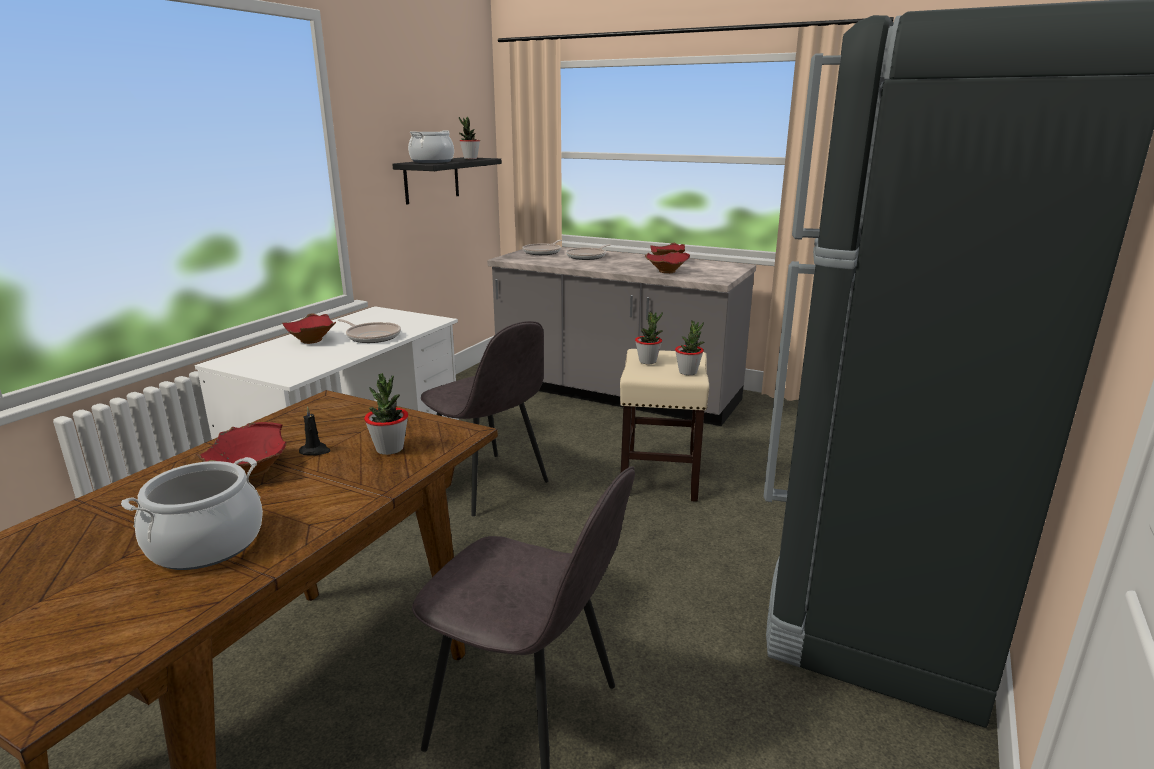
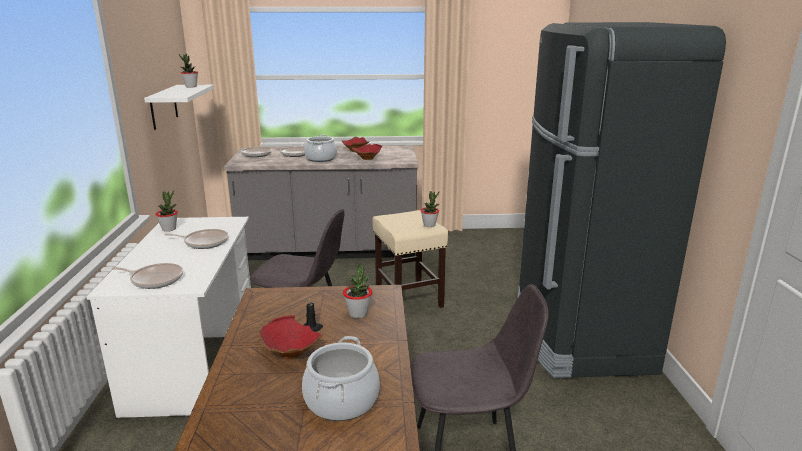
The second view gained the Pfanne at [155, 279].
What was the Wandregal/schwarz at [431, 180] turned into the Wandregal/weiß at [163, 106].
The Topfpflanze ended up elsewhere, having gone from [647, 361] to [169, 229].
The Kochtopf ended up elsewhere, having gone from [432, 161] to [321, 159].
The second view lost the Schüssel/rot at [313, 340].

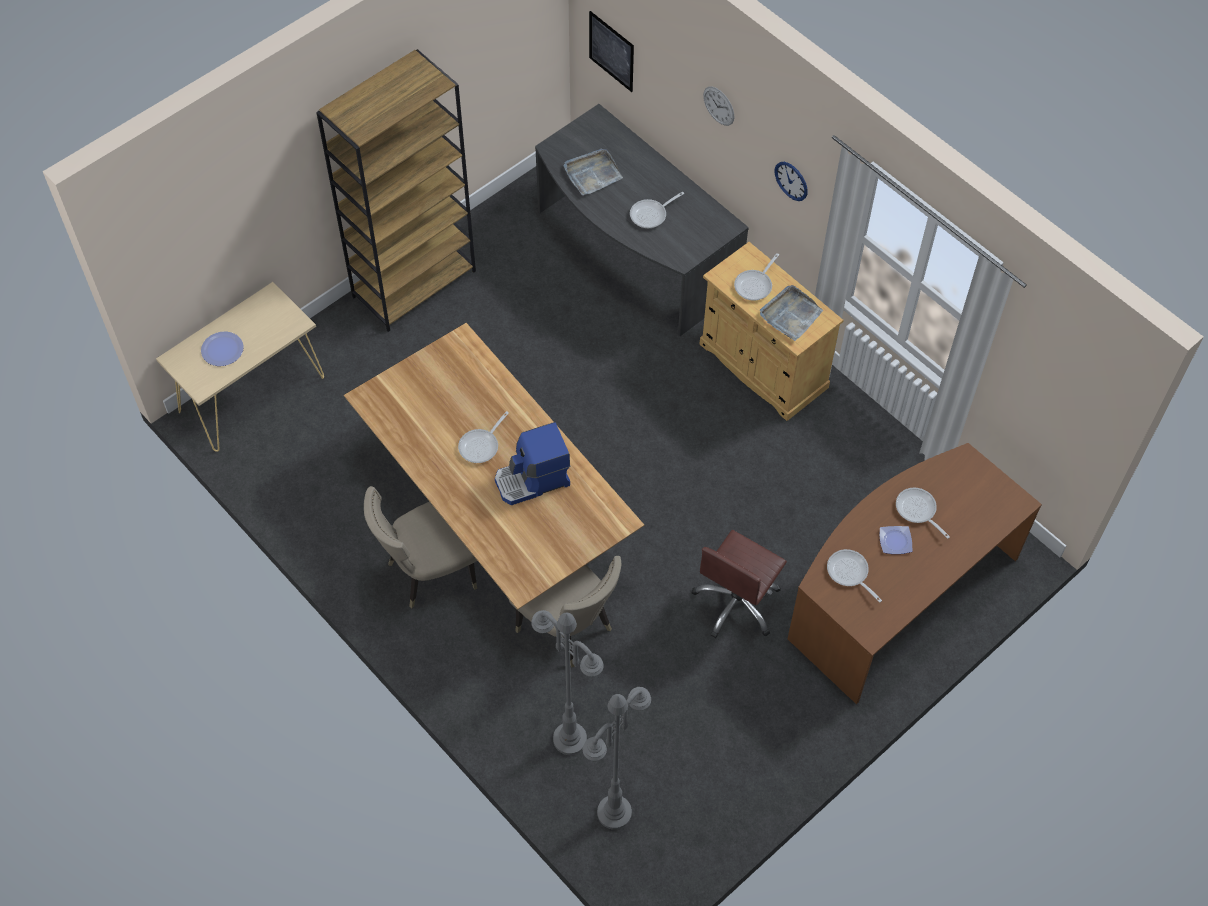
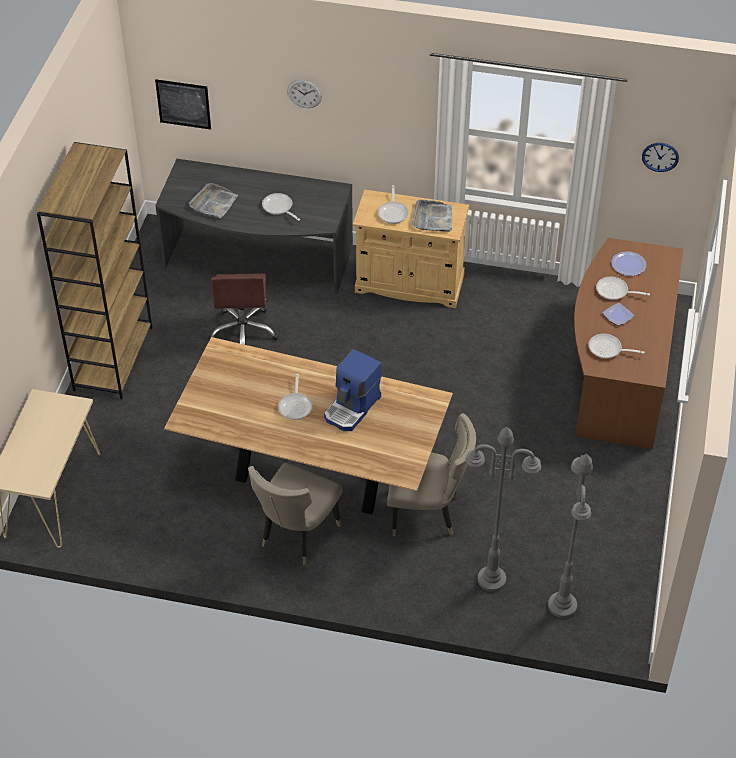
The Bürostuhl/braun ended up elsewhere, having gone from [737, 603] to [243, 332].
The Pfanne at [651, 215] ended up facing another way, 120 degrees clockwise from before.
The Teller ended up elsewhere, having gone from [222, 349] to [628, 264].
The Wanduhr ended up elsewhere, having gone from [791, 181] to [660, 156].

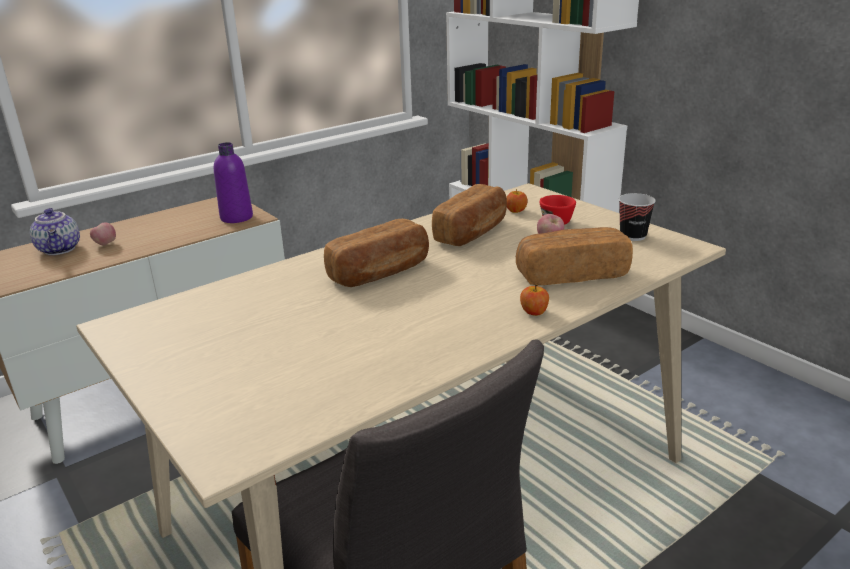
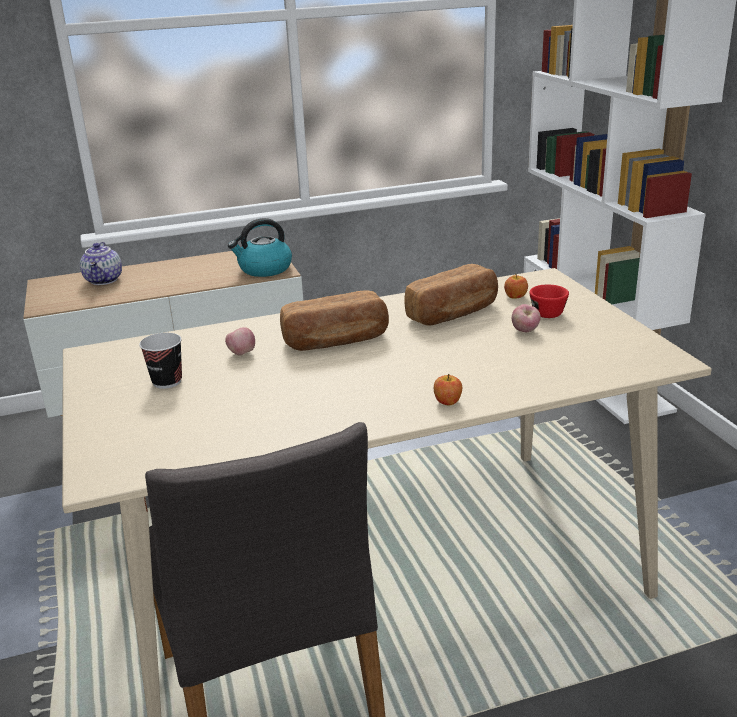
The Tasse ended up elsewhere, having gone from [633, 236] to [167, 382].
The Apfel ended up elsewhere, having gone from [105, 244] to [241, 353].
Where the Flasche/lila stood at [236, 217], the Wasserkessel came to stand at [264, 269].
The second view lost the Brot at [571, 274].

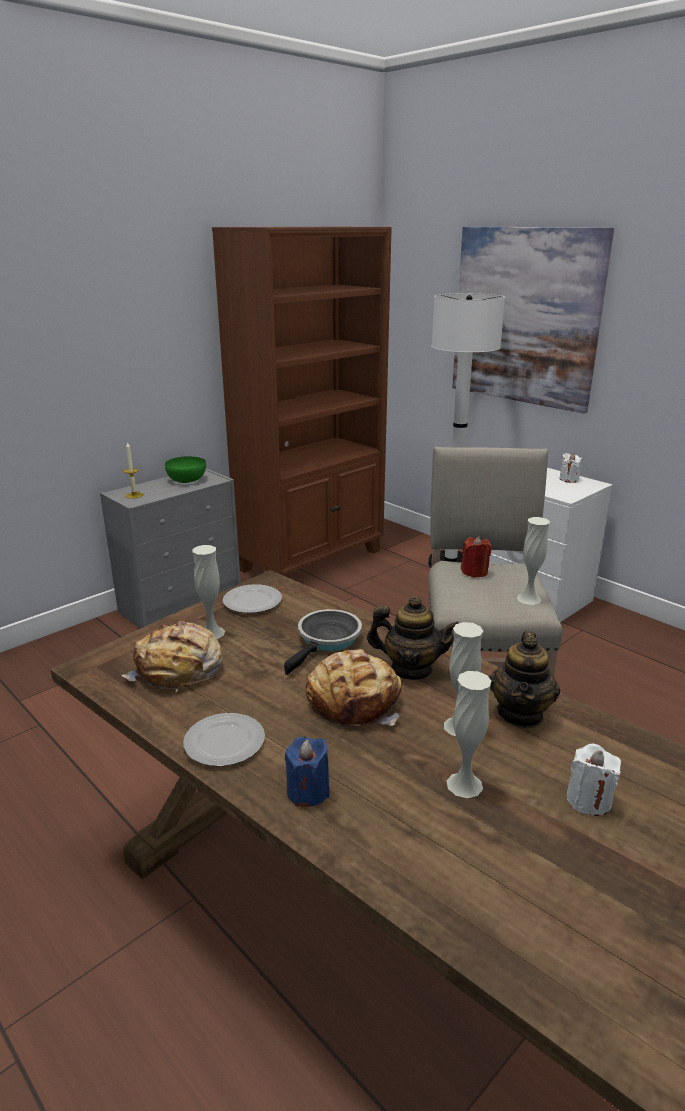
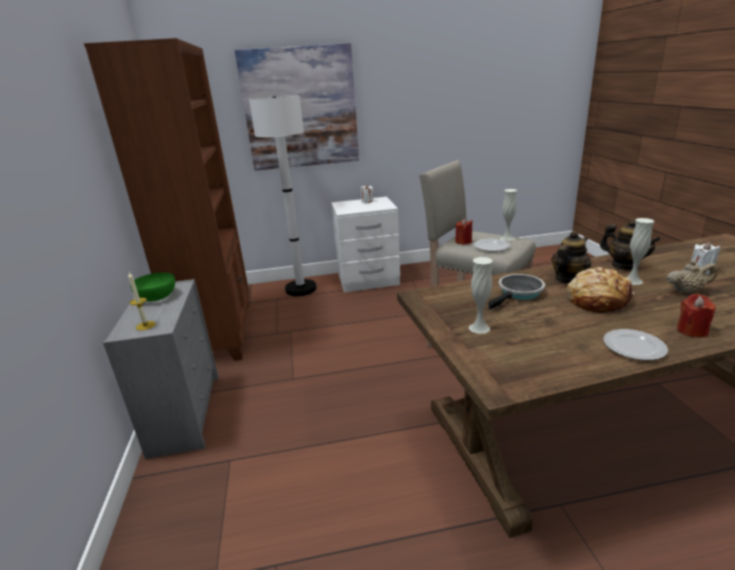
The Teller ended up elsewhere, having gone from [252, 602] to [491, 247].
The Pfanne at [327, 640] ended up facing another way, 75 degrees clockwise from before.
Where the Vase/weiß stood at [464, 784], the Teekanne/beige came to stand at [687, 291].
What was the Kerze/blau at [308, 792] turned into the Kerze/rot at [691, 331].
The second view lost the Brot at [179, 670].

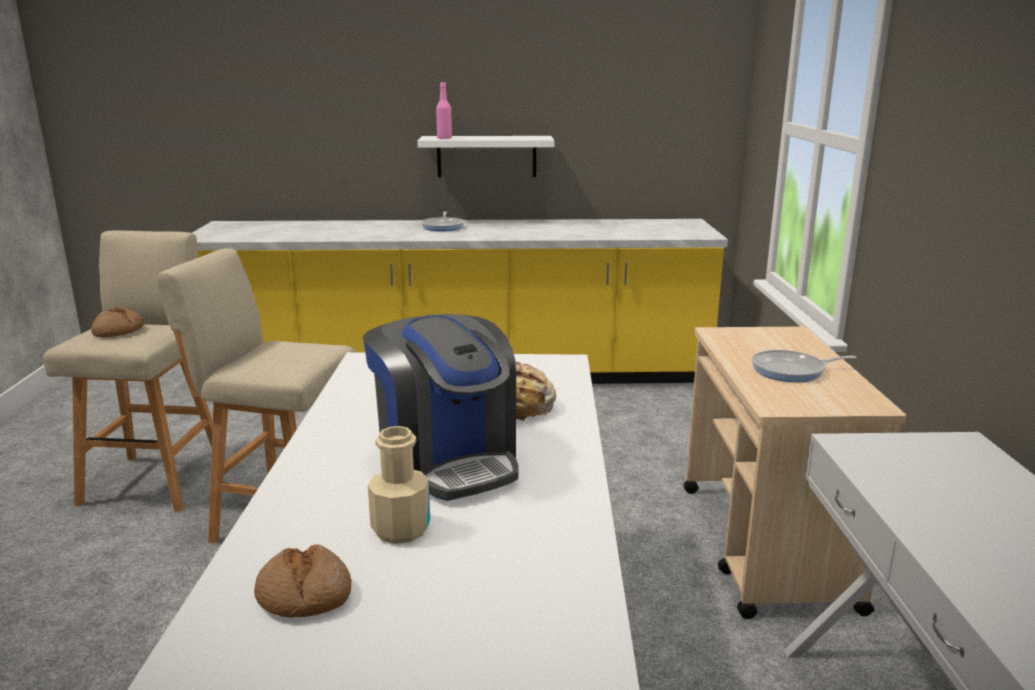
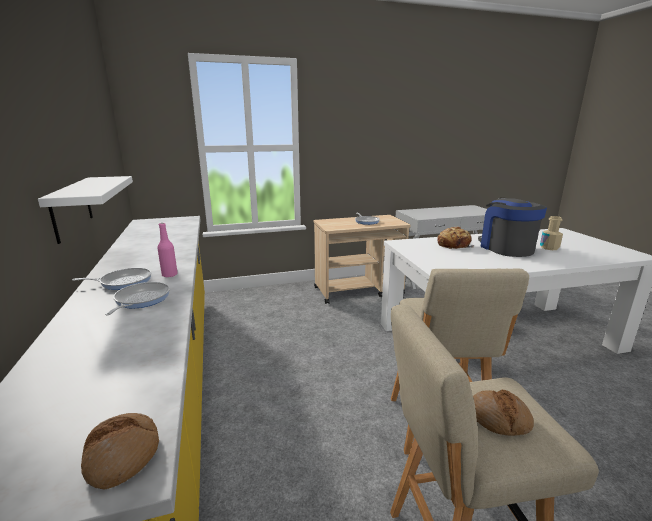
The Brot ended up elsewhere, having gone from [304, 596] to [123, 456].
The second view gained the Pfanne at [140, 300].
The Flasche/rosa ended up elsewhere, having gone from [444, 138] to [169, 275].
The Kaffeemaschine at [447, 461] ended up facing another way, 60 degrees counterclockwise from before.

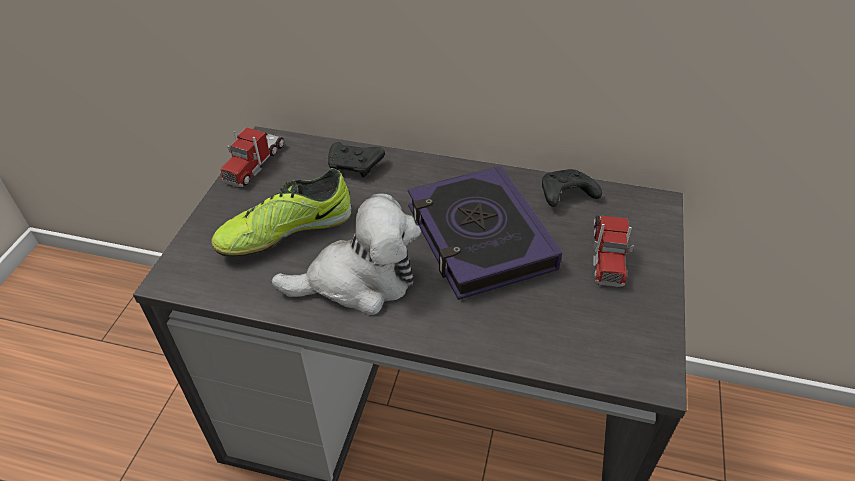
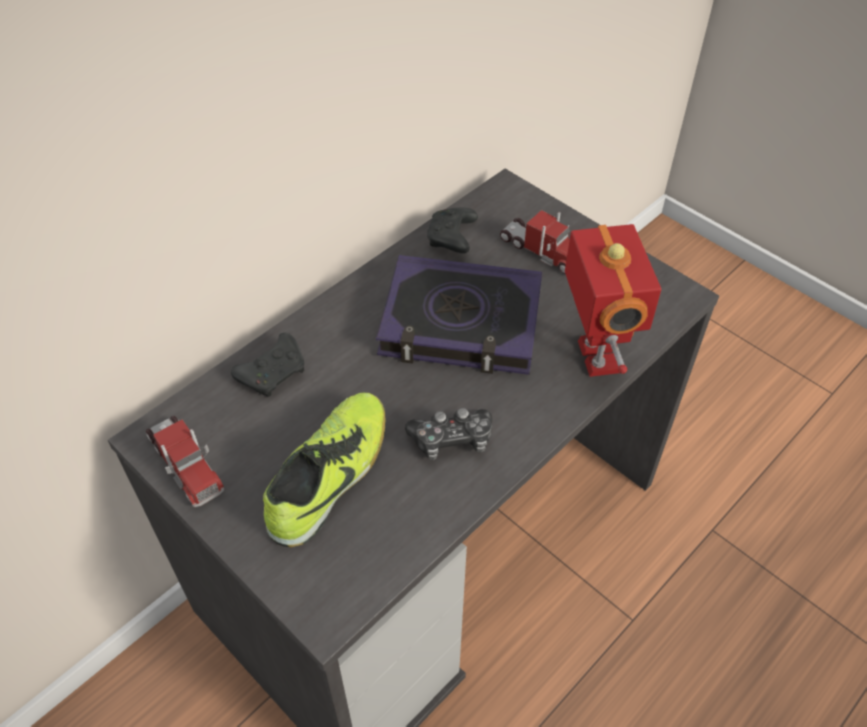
The Schuh at [285, 231] ended up facing another way, 150 degrees counterclockwise from before.
Where the Plüschtier stood at [358, 281], the Gamepad came to stand at [452, 440].
The second view gained the Spielzeugroboter at [594, 357].

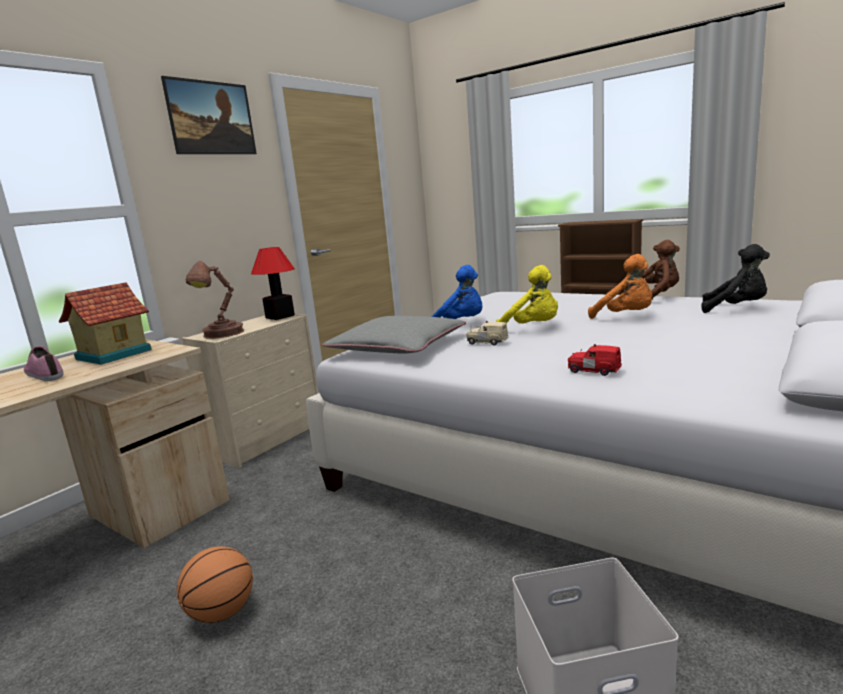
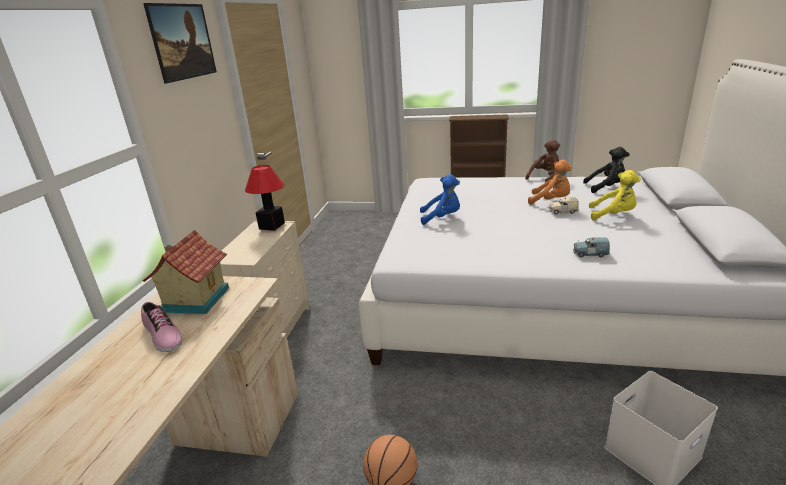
The Schuh at [46, 374] ended up facing another way, 150 degrees counterclockwise from before.
The Spielzeugauto/beige ended up elsewhere, having gone from [487, 342] to [562, 212].
What was the Spielzeugauto/rot at [593, 371] turned into the Spielzeugauto/blau at [589, 254].
The Plüschtier/gelb ended up elsewhere, having gone from [533, 328] to [613, 215].
The second view lost the Tischlampe/braun at [221, 334].
The second view lost the Kissen/grau at [397, 346].

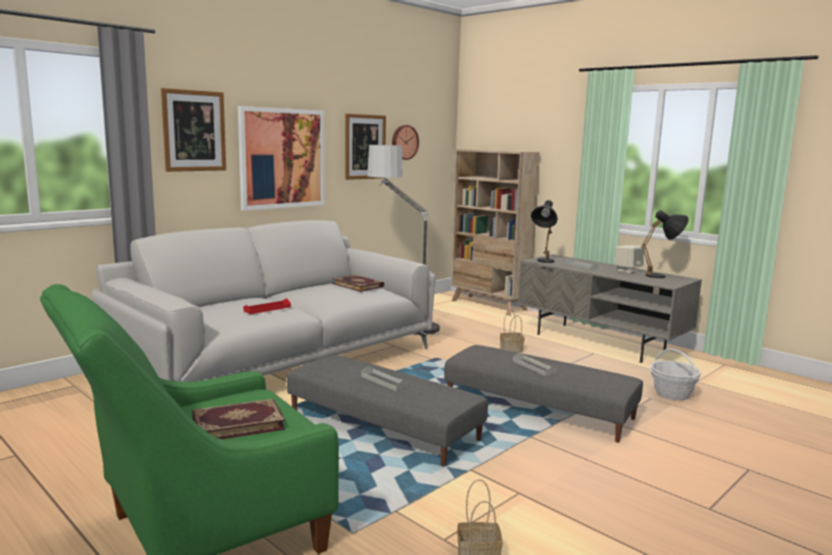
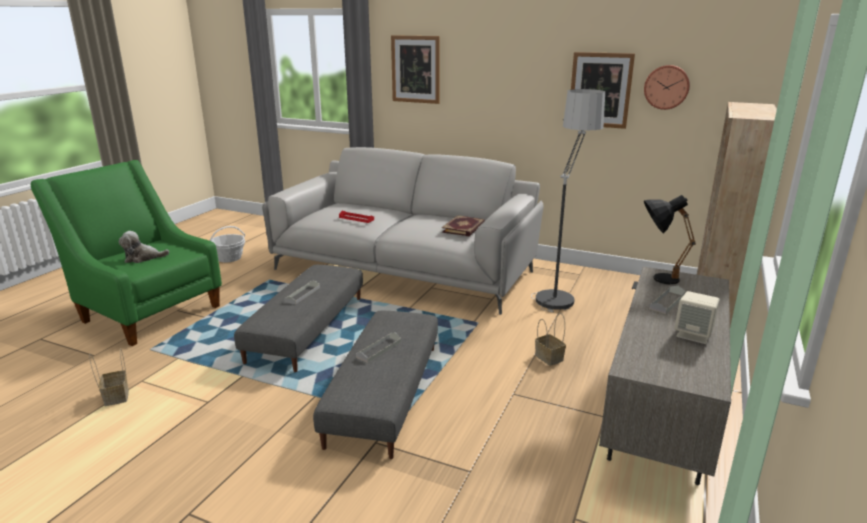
Where the Buch stood at [238, 423], the Plüschtier came to stand at [143, 258].
The Korb ended up elsewhere, having gone from [672, 394] to [229, 258].
The second view lost the Bild at [282, 158].
The second view lost the Tischlampe/schwarz at [662, 276].

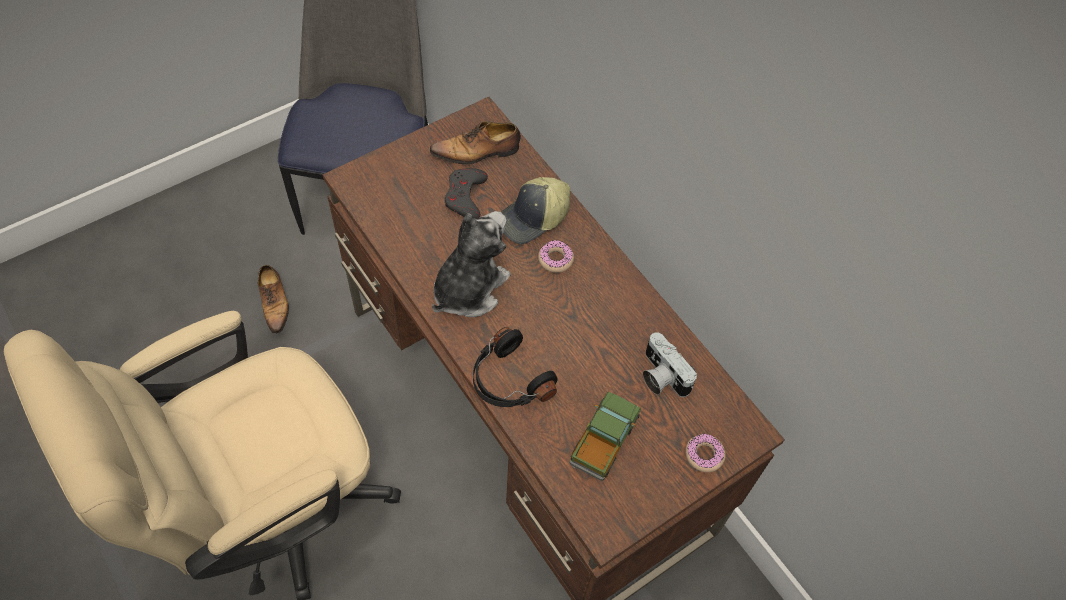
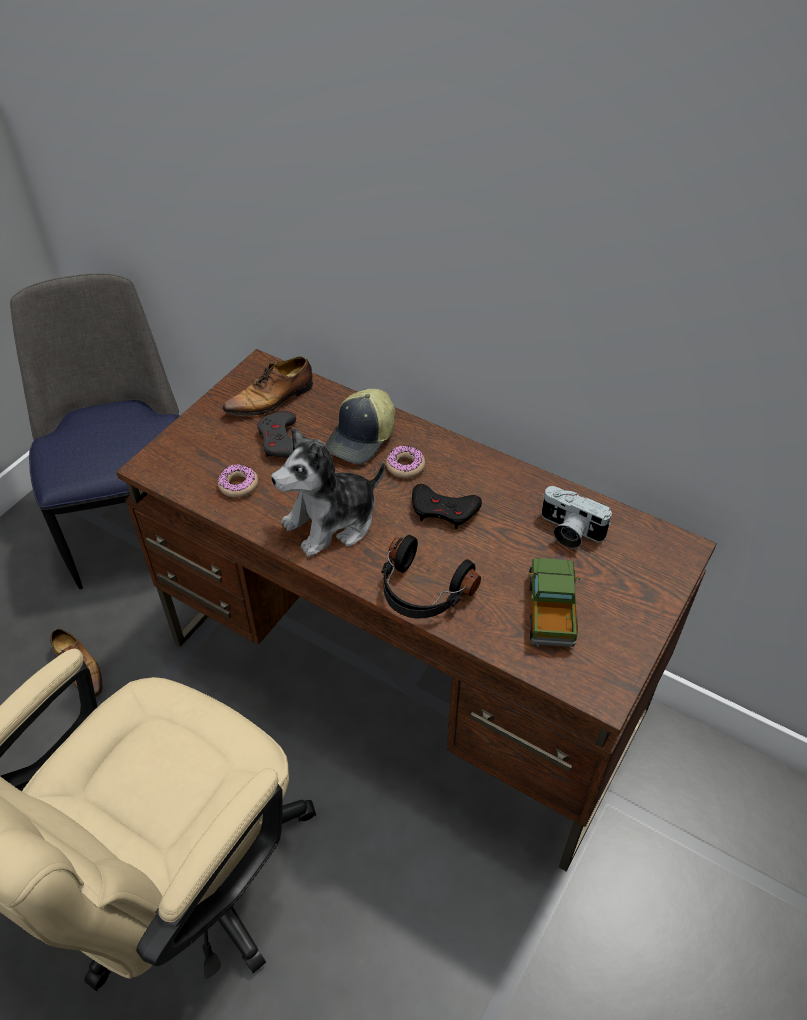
The Donut ended up elsewhere, having gone from [704, 455] to [238, 485].
The Plüschtier at [468, 288] ended up facing another way, 135 degrees counterclockwise from before.
The second view gained the Gamepad/schwarz at [444, 510].

